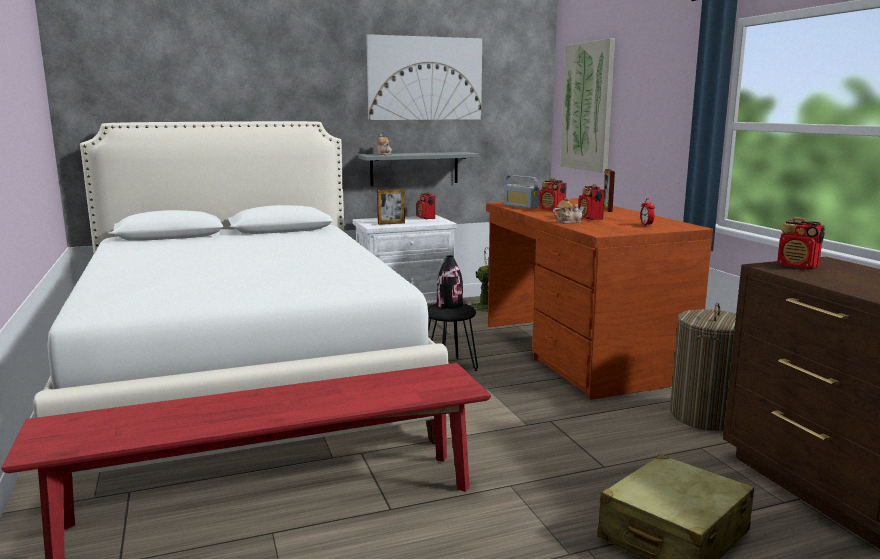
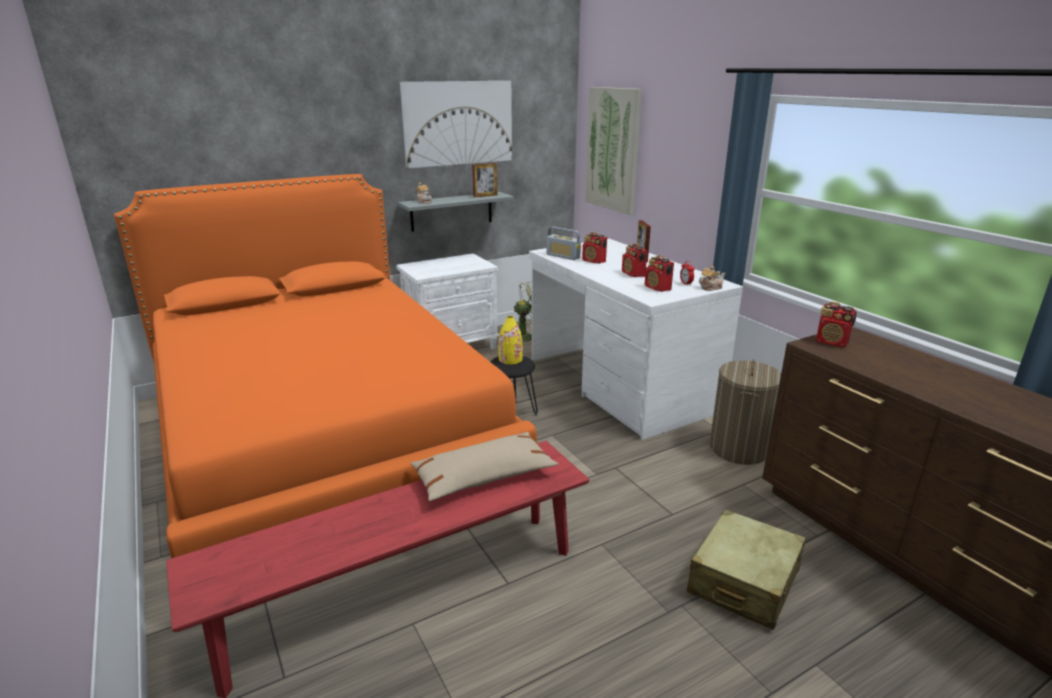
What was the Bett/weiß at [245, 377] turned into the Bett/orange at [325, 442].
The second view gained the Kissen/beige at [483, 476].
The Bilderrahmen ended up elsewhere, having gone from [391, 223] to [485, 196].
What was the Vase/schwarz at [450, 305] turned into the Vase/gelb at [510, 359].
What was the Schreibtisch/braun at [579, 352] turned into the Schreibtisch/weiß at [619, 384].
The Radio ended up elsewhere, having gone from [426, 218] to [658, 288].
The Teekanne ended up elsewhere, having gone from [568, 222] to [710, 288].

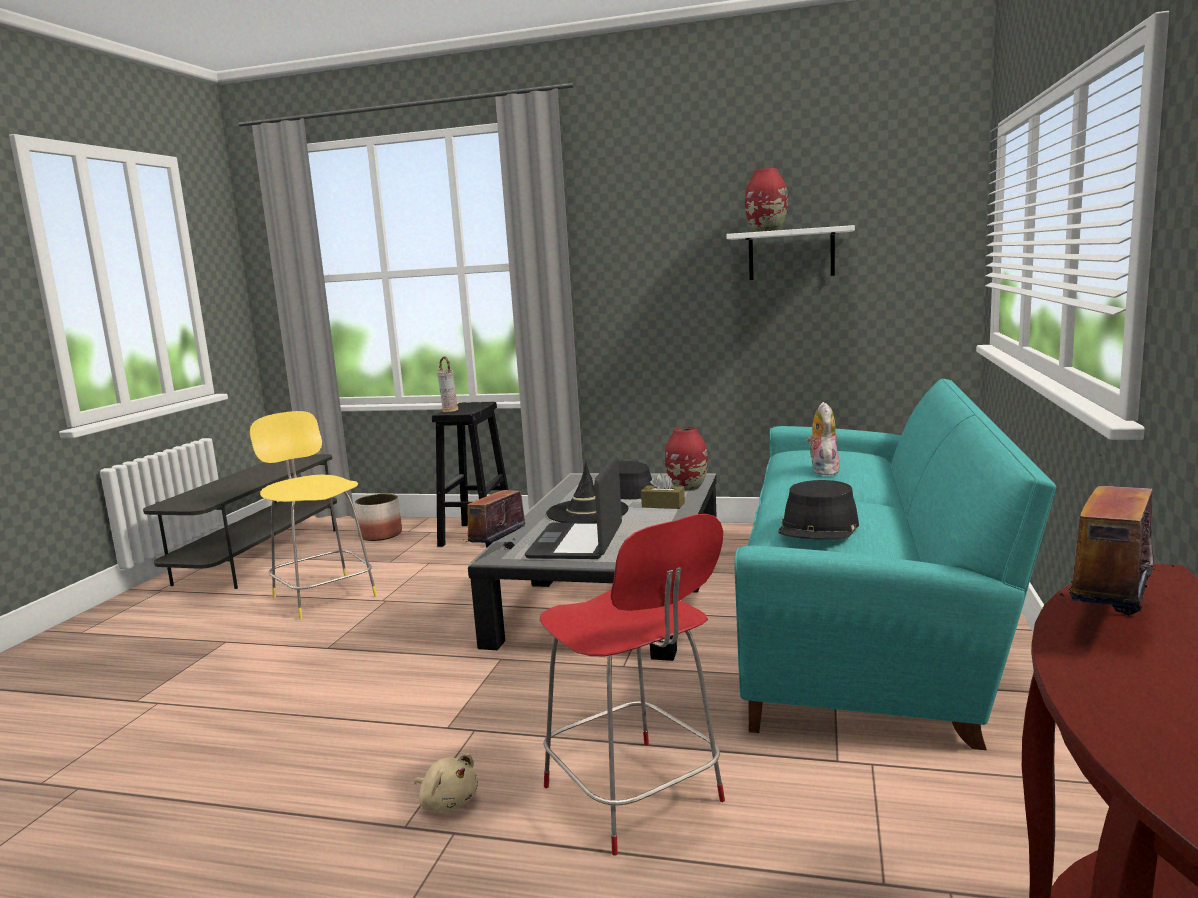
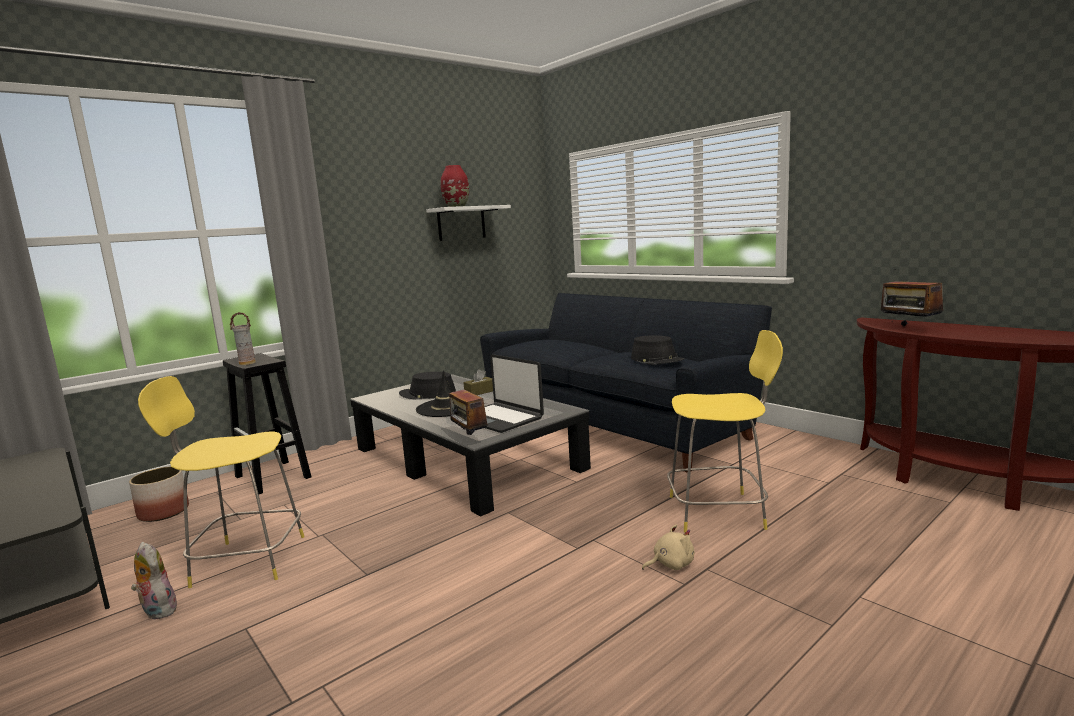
The Plüschtier ended up elsewhere, having gone from [822, 471] to [157, 611].
What was the Sofa/türkis at [866, 619] turned into the Sofa/schwarz at [614, 421].
What was the Hocker/rot at [636, 797] turned into the Hocker/gelb at [719, 512].
The second view lost the Vase/rot at [687, 487].

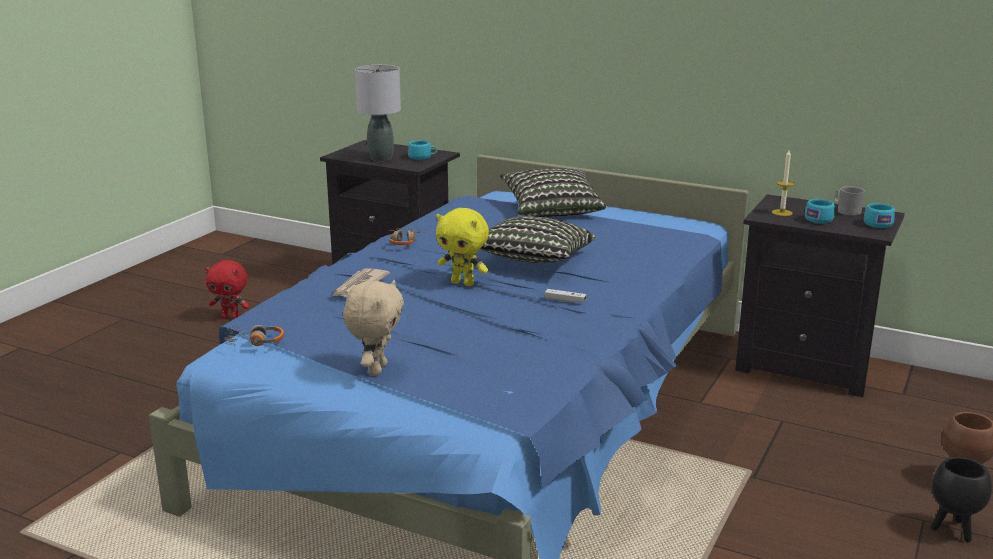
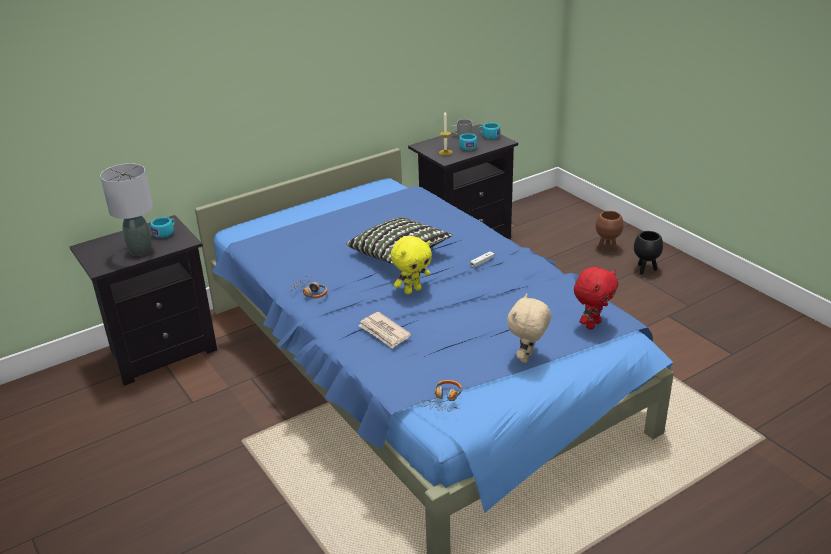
The Plüschtier/beige at [376, 369] ended up facing another way, 105 degrees counterclockwise from before.
The Plüschtier/rot ended up elsewhere, having gone from [231, 318] to [592, 324].
The second view lost the Kissen at [552, 209].

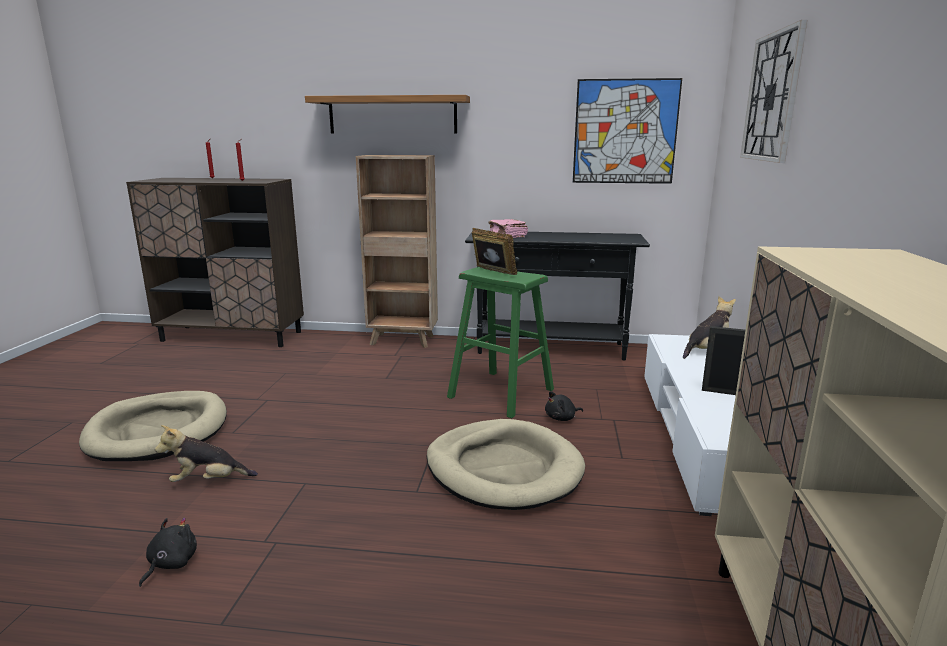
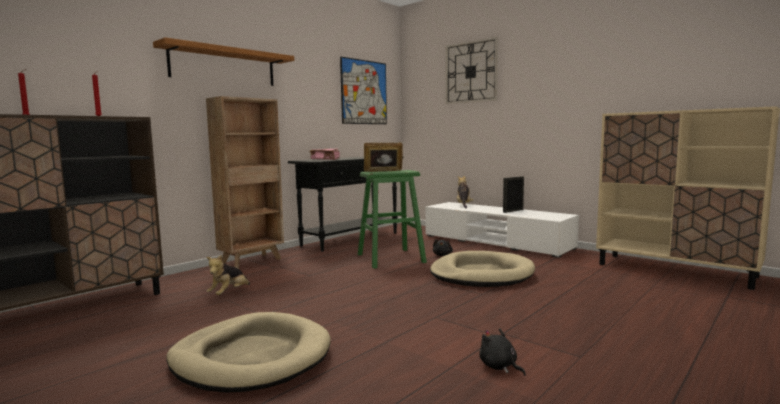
The Plüschtier ended up elsewhere, having gone from [208, 481] to [229, 293].

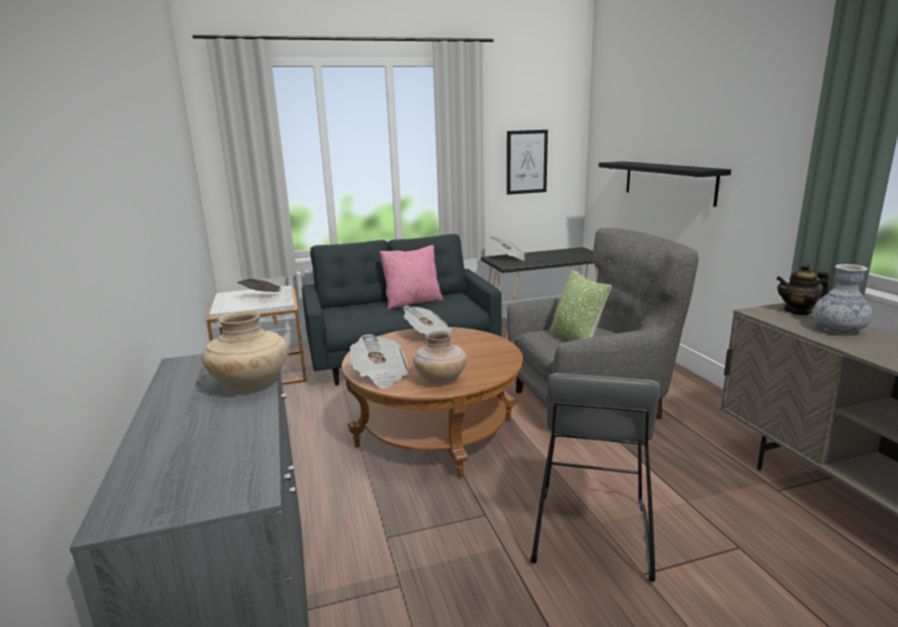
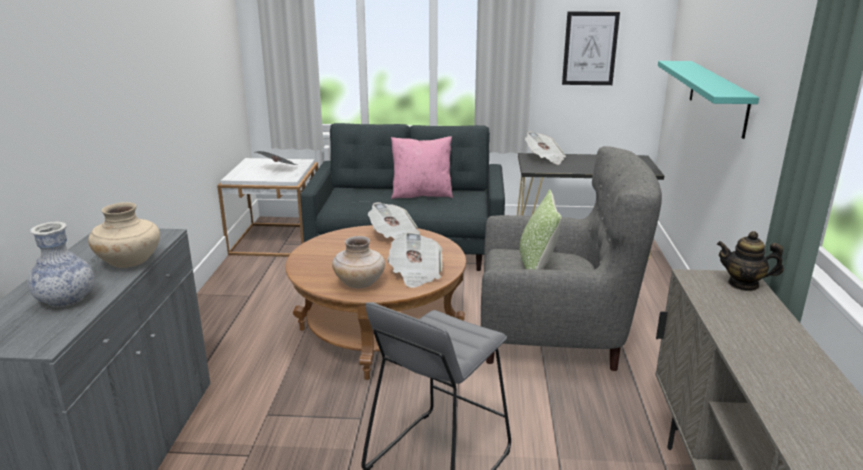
The Vase ended up elsewhere, having gone from [838, 330] to [66, 300].
The Zeitung ended up elsewhere, having gone from [380, 375] to [415, 274].
What was the Wandregal/schwarz at [668, 181] turned into the Wandregal/türkis at [717, 97].

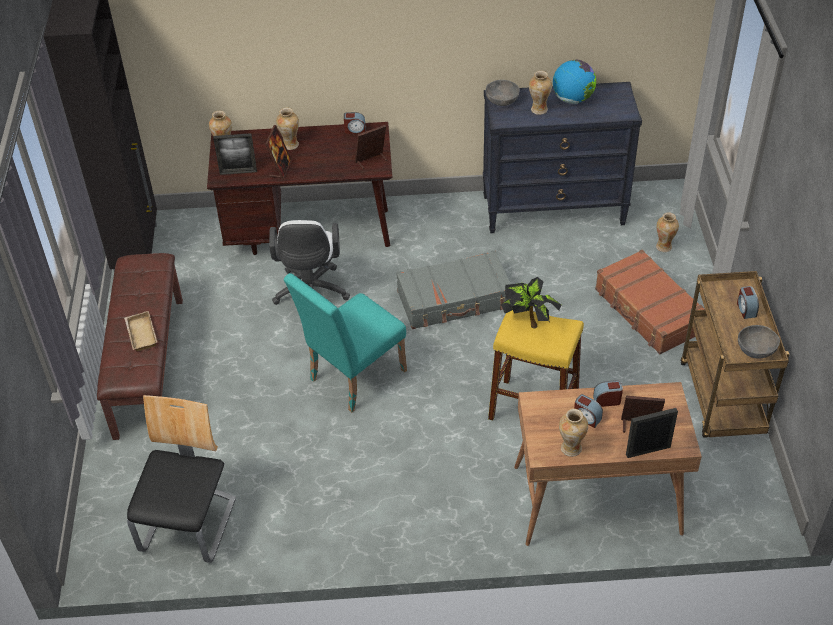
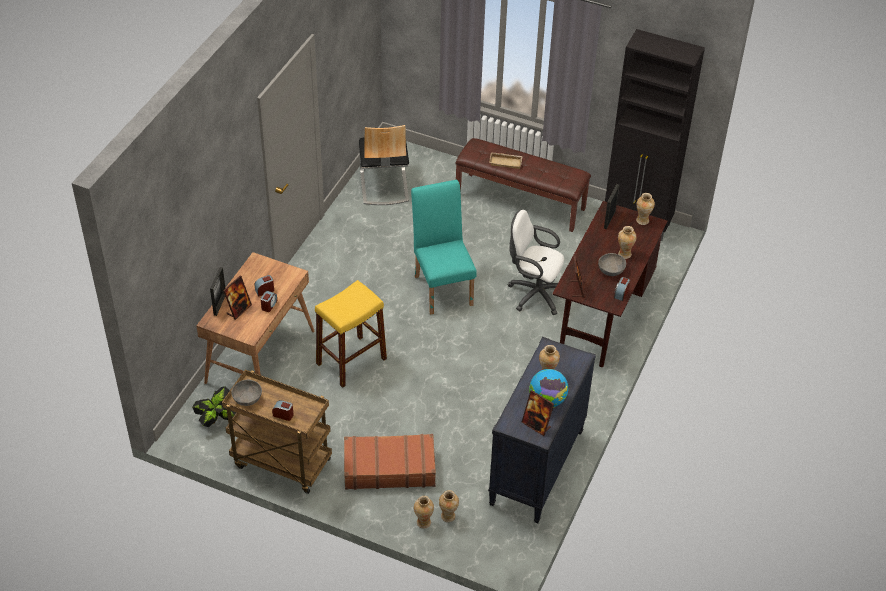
The Topfpflanze ended up elsewhere, having gone from [529, 321] to [218, 421].
The Stuhl at [189, 525] ended up facing another way, 45 degrees clockwise from before.
The Vase ended up elsewhere, having gone from [570, 449] to [423, 522].
The Bilderrahmen ended up elsewhere, having gone from [280, 169] to [536, 425].
The Schüssel/grau ended up elsewhere, having gone from [502, 100] to [611, 270].
The second view lost the Koffer/grau at [455, 300].

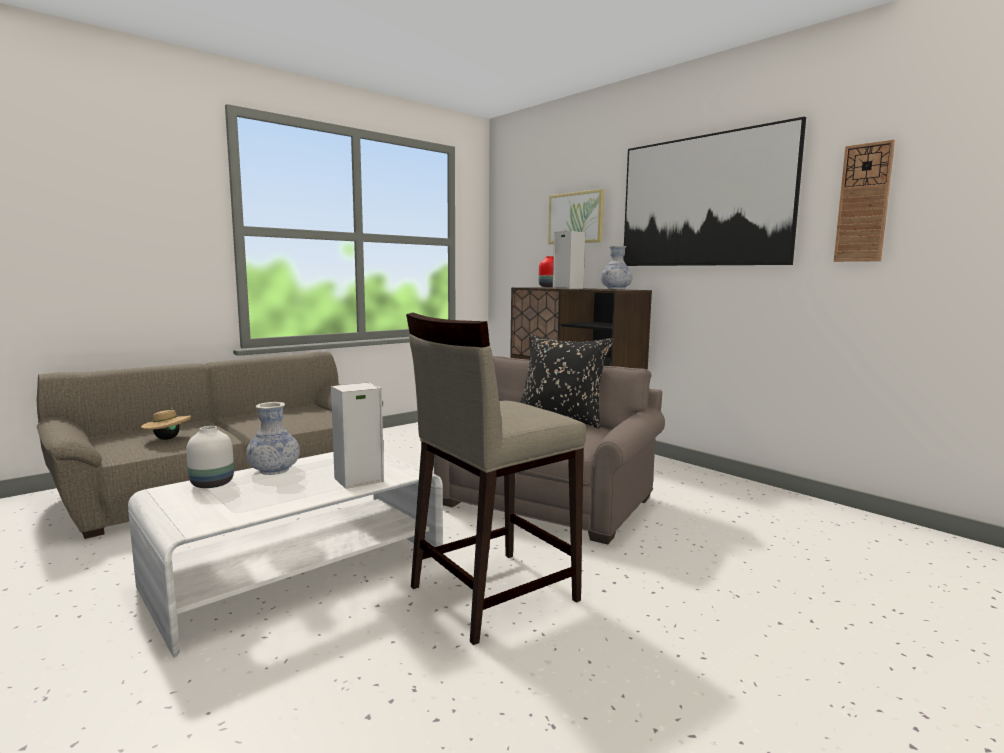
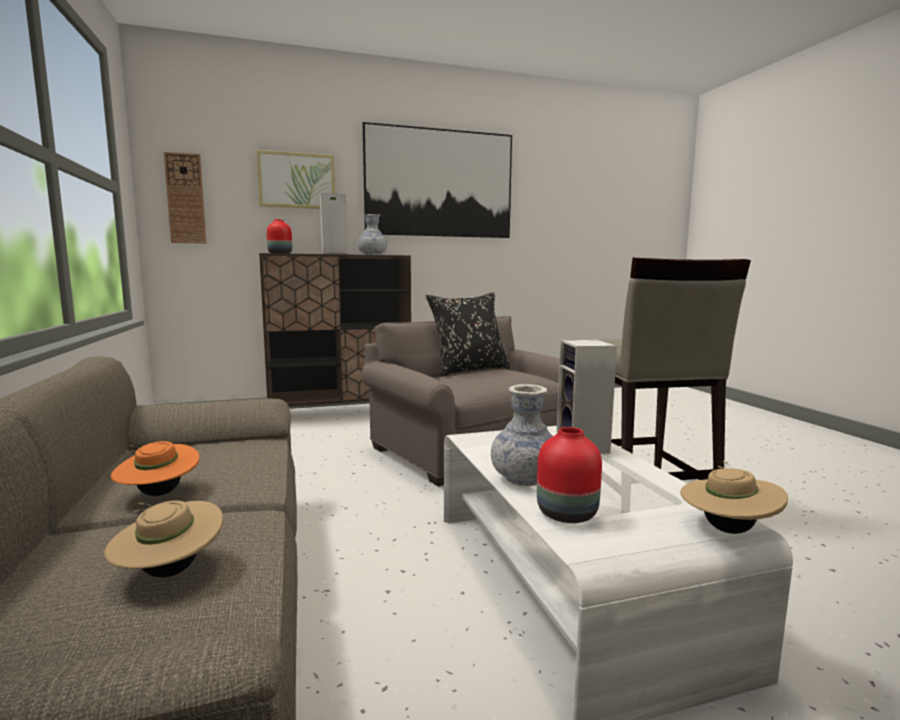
The second view gained the Hut/orange at [159, 493].
The Wanduhr ended up elsewhere, having gone from [863, 203] to [185, 198].
What was the Vase/weiß at [213, 484] turned into the Vase/rot at [567, 513].
The second view gained the Hut/beige at [727, 529].

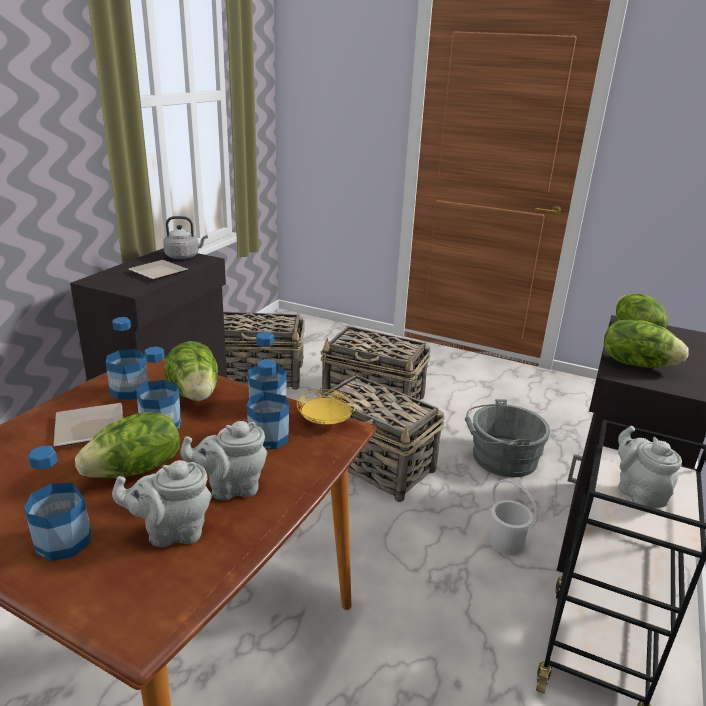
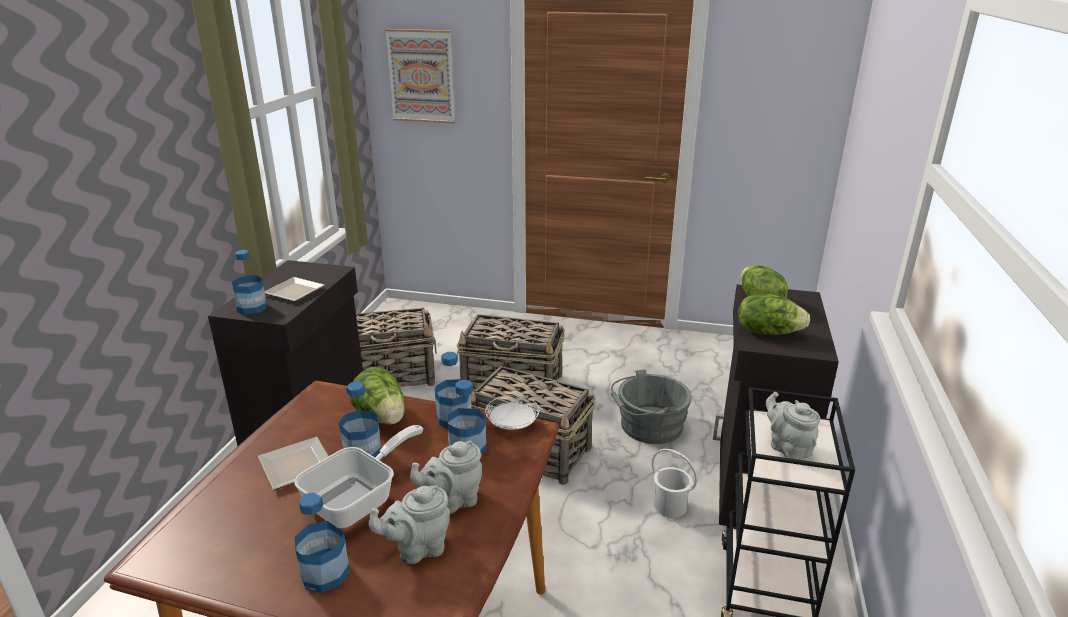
The Flasche ended up elsewhere, having gone from [129, 390] to [252, 308].
Where the Salatkopf stood at [136, 470], the Pfanne came to stand at [359, 499].
The second view gained the Bild at [421, 76].
What was the Teller/gelb at [326, 421] turned into the Teller/weiß at [513, 425].
The second view lost the Wasserkessel/grau at [184, 256].

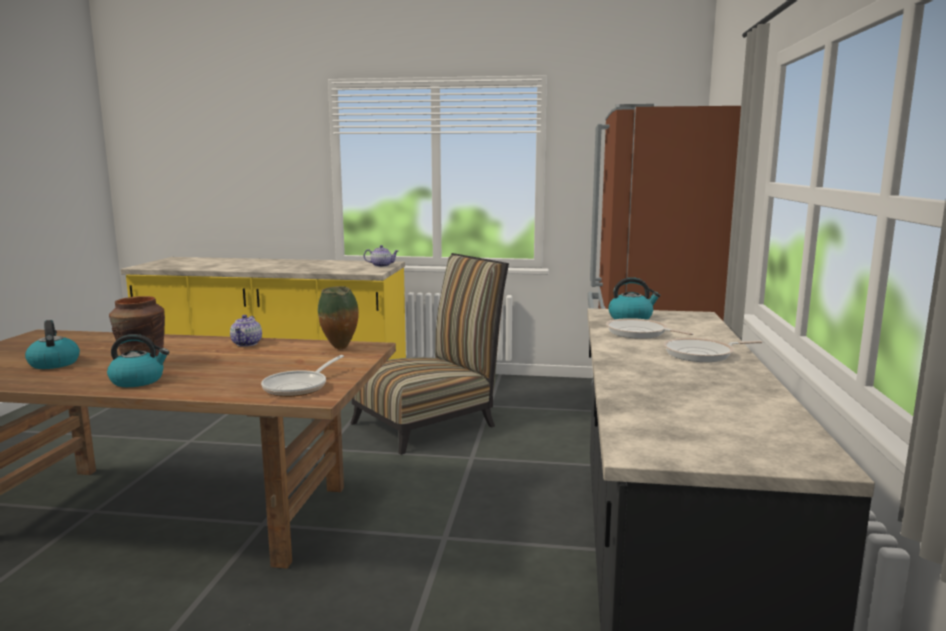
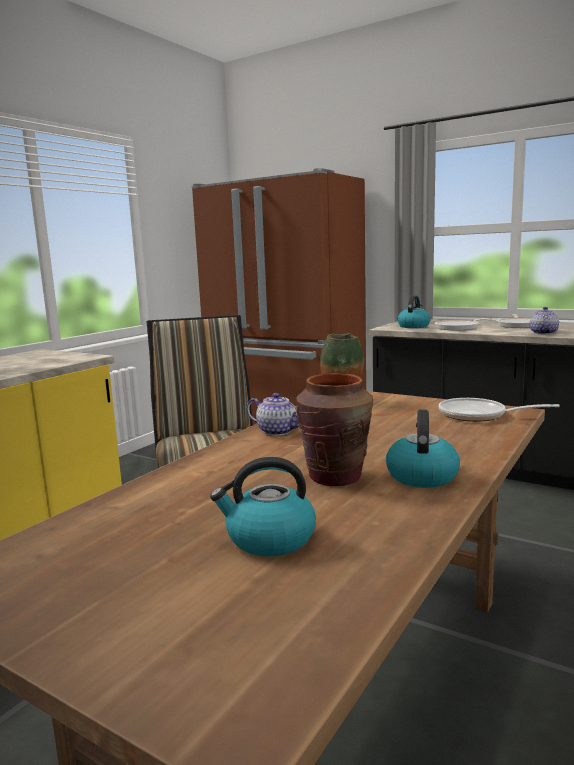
The Pfanne at [299, 387] ended up facing another way, 150 degrees clockwise from before.
The Teekanne ended up elsewhere, having gone from [381, 265] to [543, 333].

